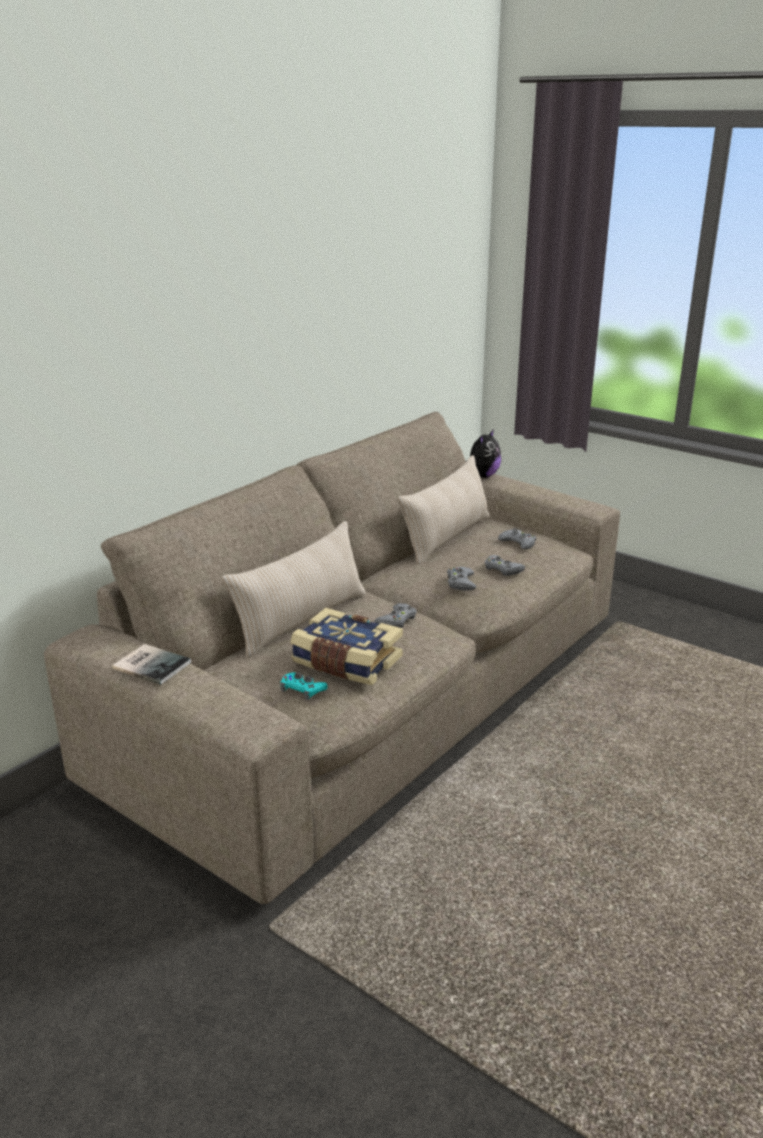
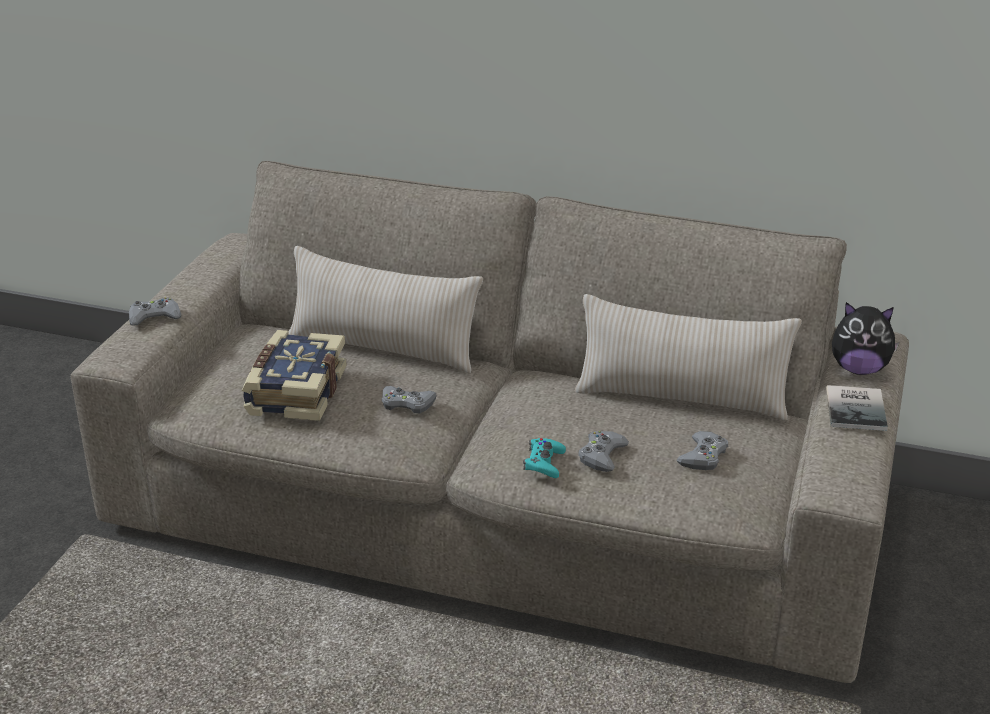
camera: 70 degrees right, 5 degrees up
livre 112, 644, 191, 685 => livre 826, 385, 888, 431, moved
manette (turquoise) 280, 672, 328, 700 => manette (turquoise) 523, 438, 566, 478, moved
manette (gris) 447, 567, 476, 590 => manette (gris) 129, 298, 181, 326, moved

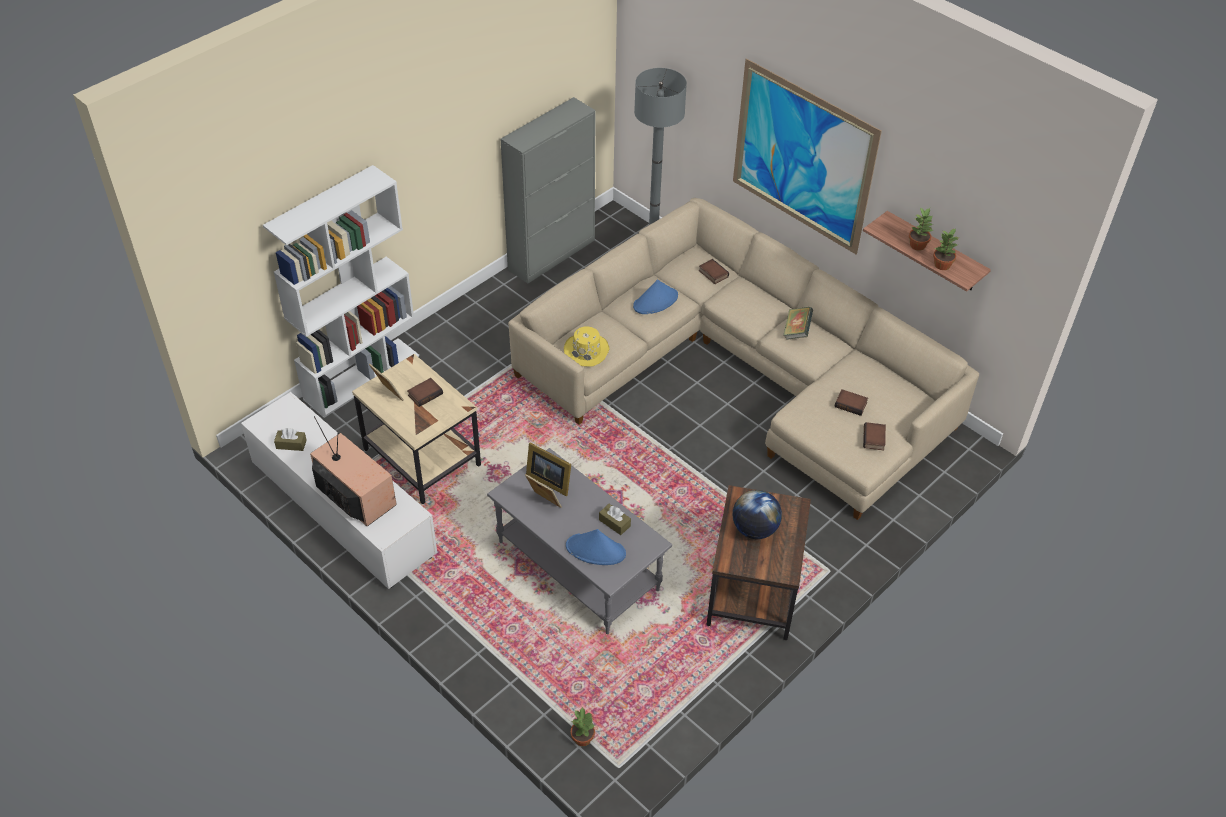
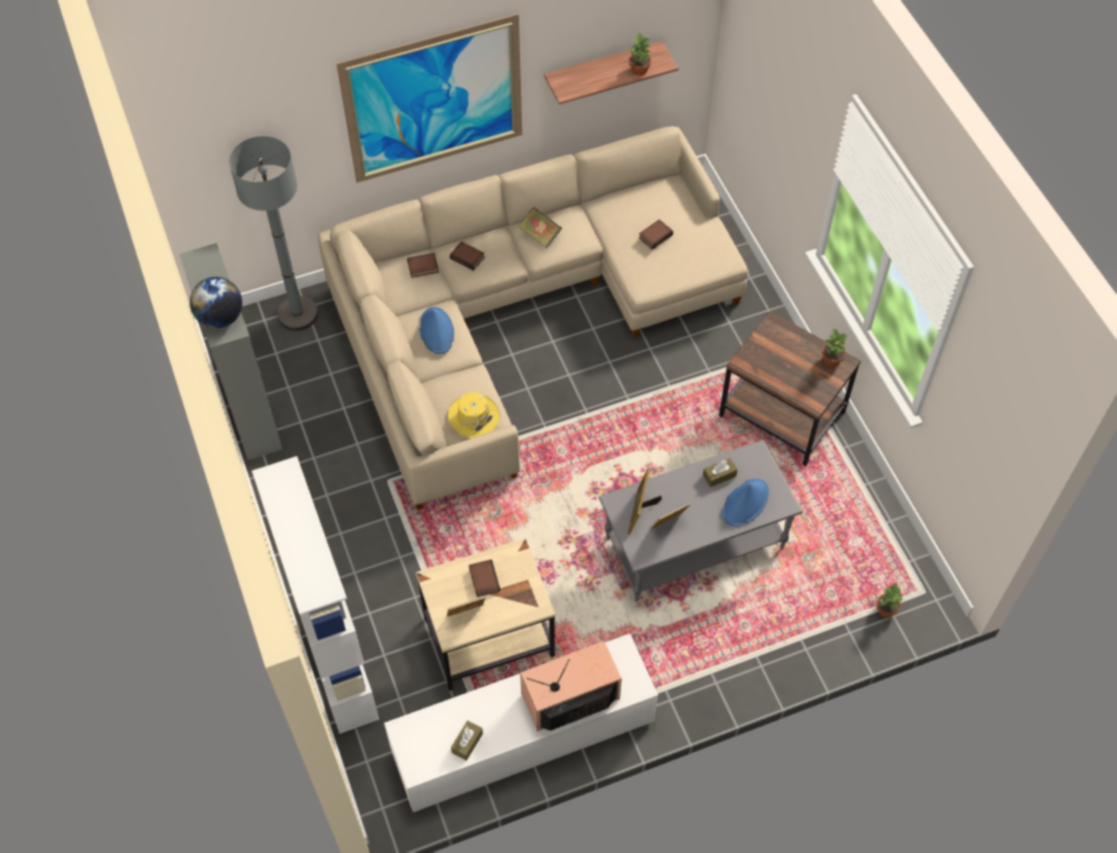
camera: 65 degrees left, 10 degrees up
cadre photo 526, 443, 571, 496 => cadre photo 628, 468, 662, 534, 135 degrees clockwise
globe 733, 490, 782, 539 => globe 190, 277, 242, 328, moved
livre 863, 422, 886, 450 => livre 450, 241, 485, 271, moved
plante en pot 909, 208, 934, 251 => plante en pot 822, 329, 847, 367, moved

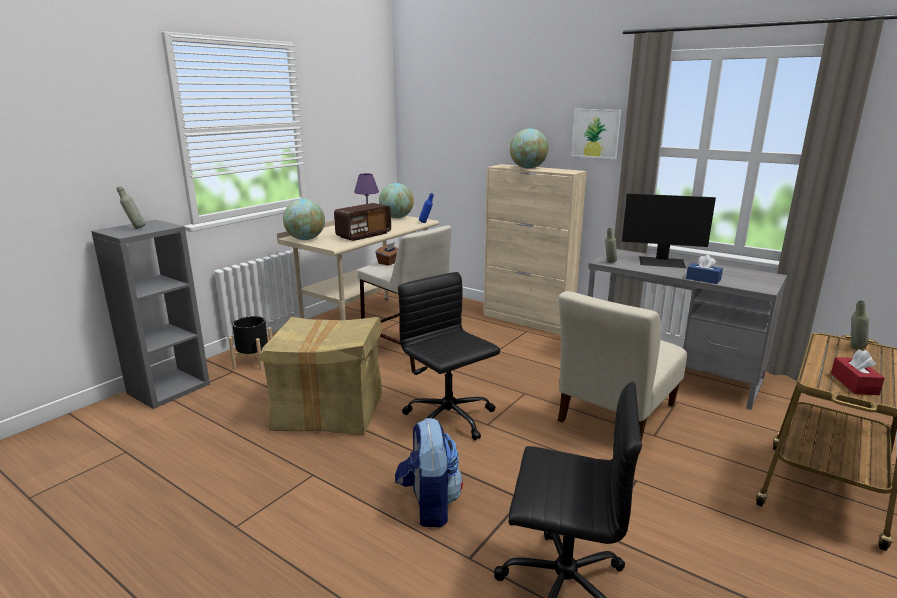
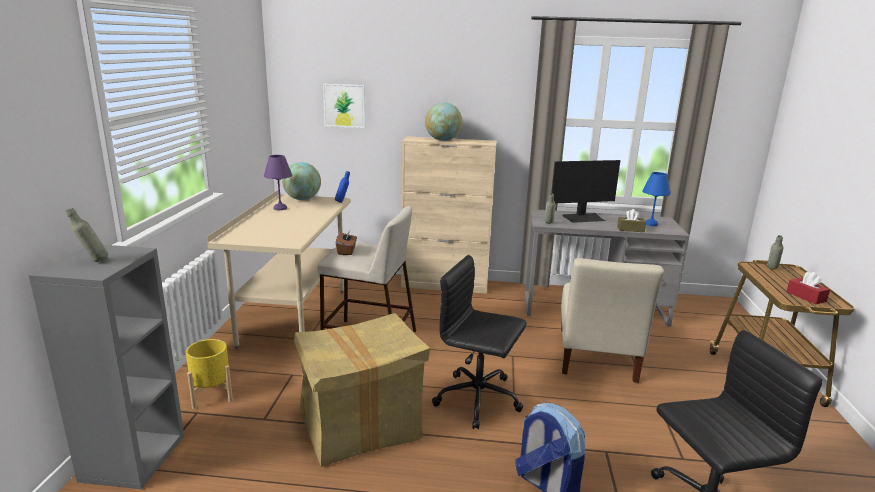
camera: 30 degrees left, 0 degrees up
cache-pot (noir) 229, 316, 272, 371 => cache-pot (jaune) 186, 339, 233, 409
globe 283, 199, 325, 240 => nothing
radio 334, 203, 391, 241 => nothing
tableau 571, 109, 621, 159 => tableau 323, 84, 365, 128, moved
boîte à mouchoirs (bleu) 686, 255, 723, 284 => boîte à mouchoirs (marron) 617, 209, 646, 232
nothing => lampe de table (bleu) 642, 172, 671, 226

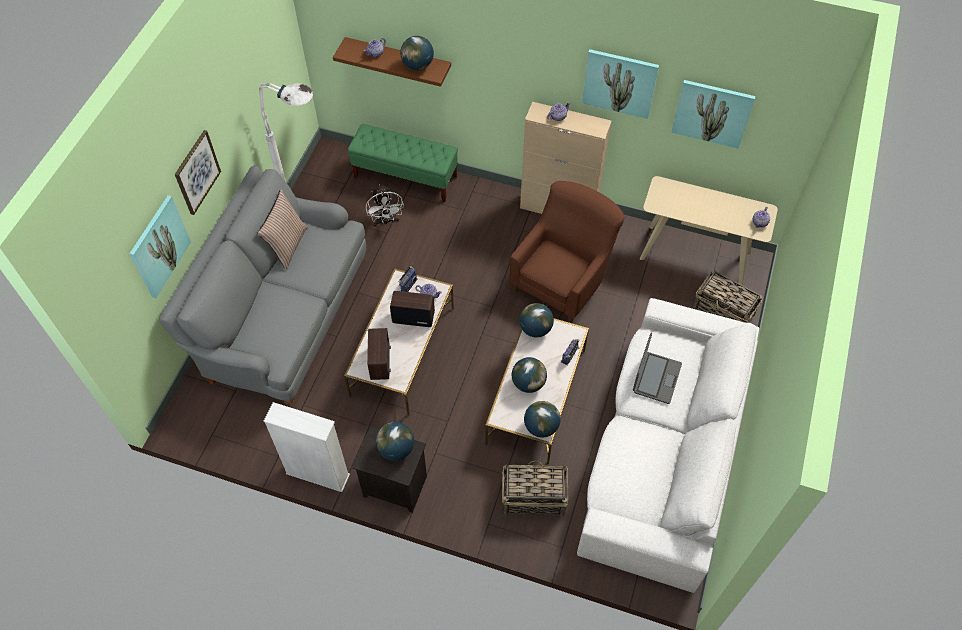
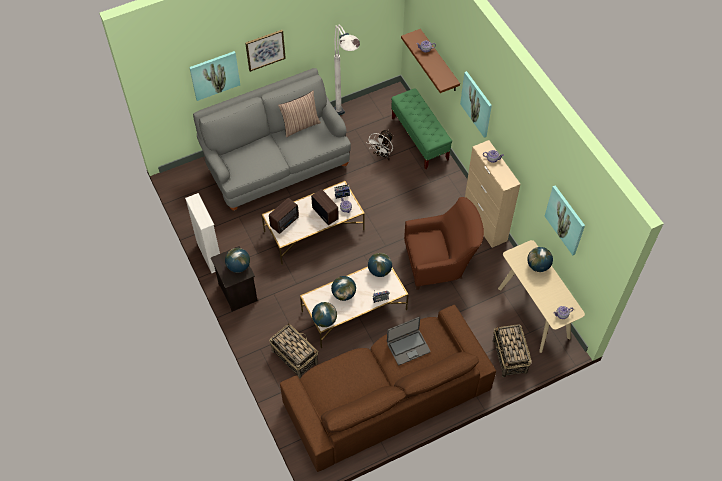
camera: 45 degrees right, 0 degrees up
globe 400, 36, 434, 70 => globe 527, 247, 553, 272, moved
canapé (blanc) 577, 298, 759, 593 => canapé (marron) 280, 305, 496, 472
tableau 582, 49, 659, 119 => tableau 460, 71, 492, 137, moved

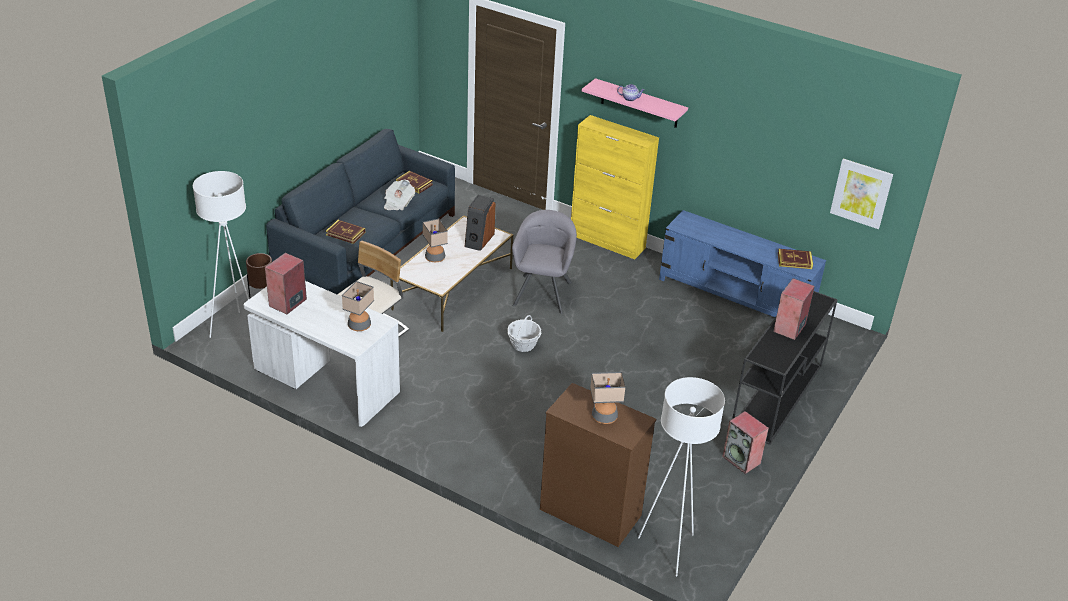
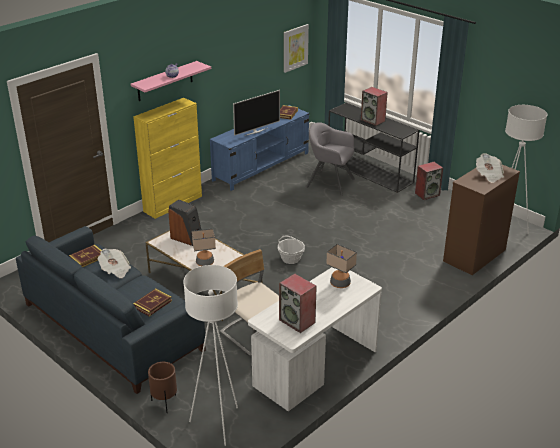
camera: 75 degrees left, 5 degrees down
fauteuil (gris) 512, 210, 577, 314 => fauteuil (gris) 305, 122, 355, 196, moved
lampe de table 590, 372, 626, 424 => journal 476, 153, 504, 183
nothing => téléviseur 233, 90, 280, 136

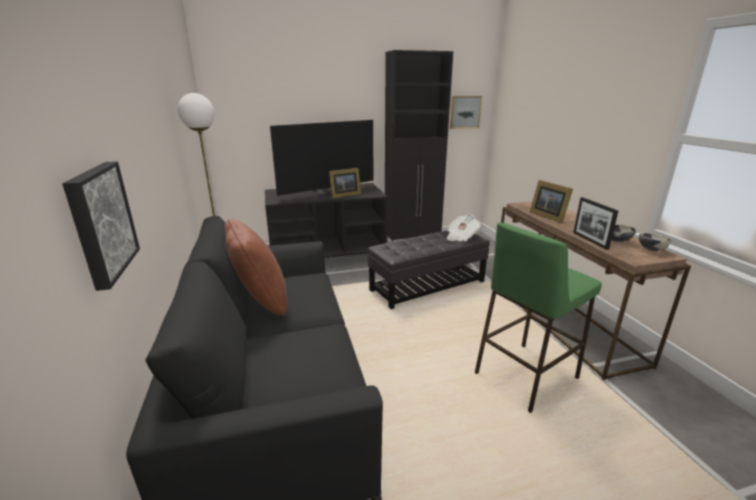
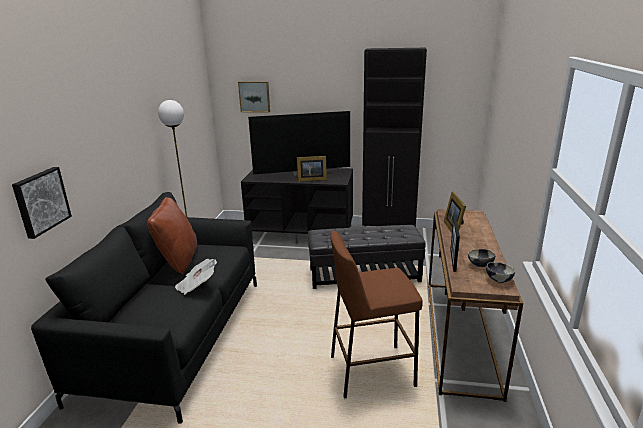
camera: 25 degrees right, 0 degrees up
journal 447, 215, 481, 241 => journal 175, 259, 217, 295, moved
tableau 450, 96, 482, 129 => tableau 238, 81, 270, 113, moved
tabouret (vert) 475, 223, 602, 413 => tabouret (marron) 331, 231, 423, 399

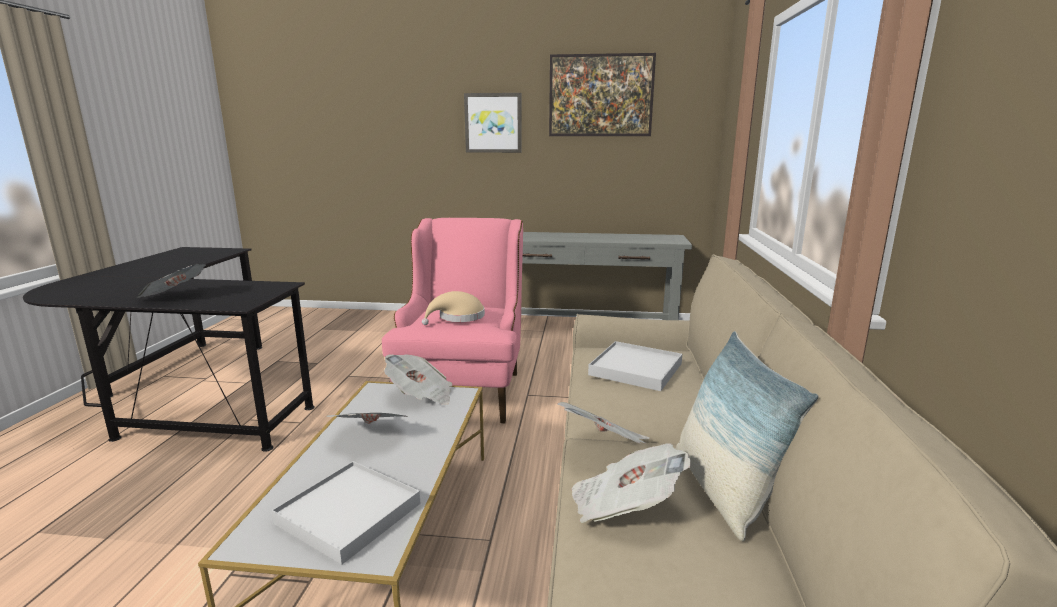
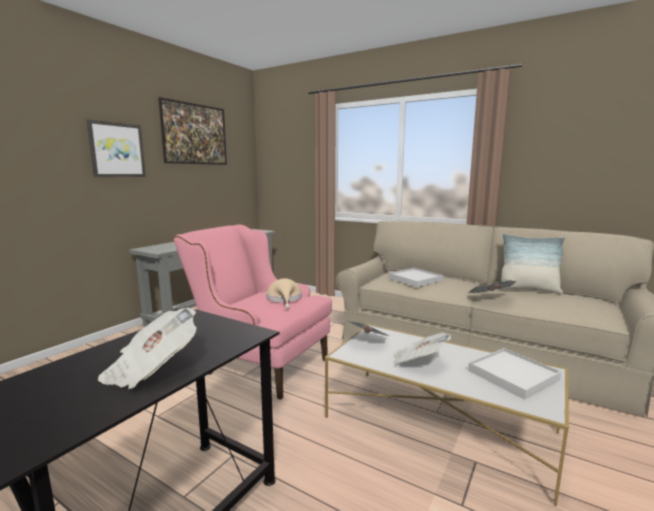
camera: 65 degrees left, 5 degrees down
journal 571, 443, 691, 523 => nothing

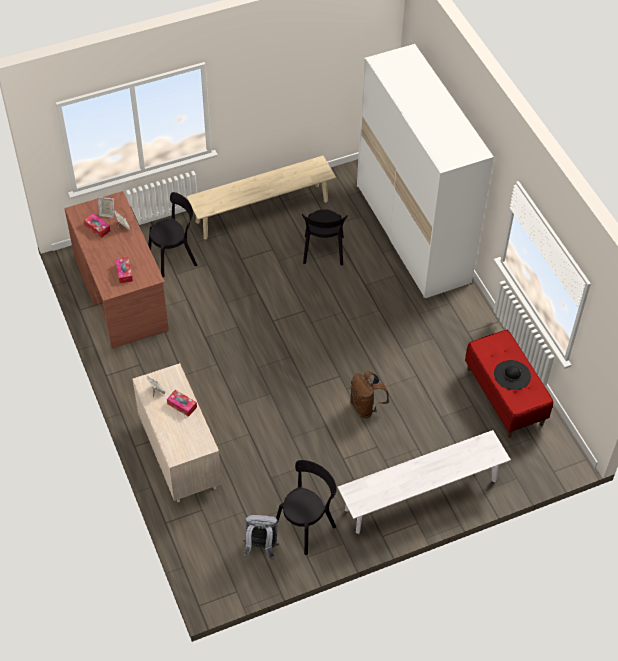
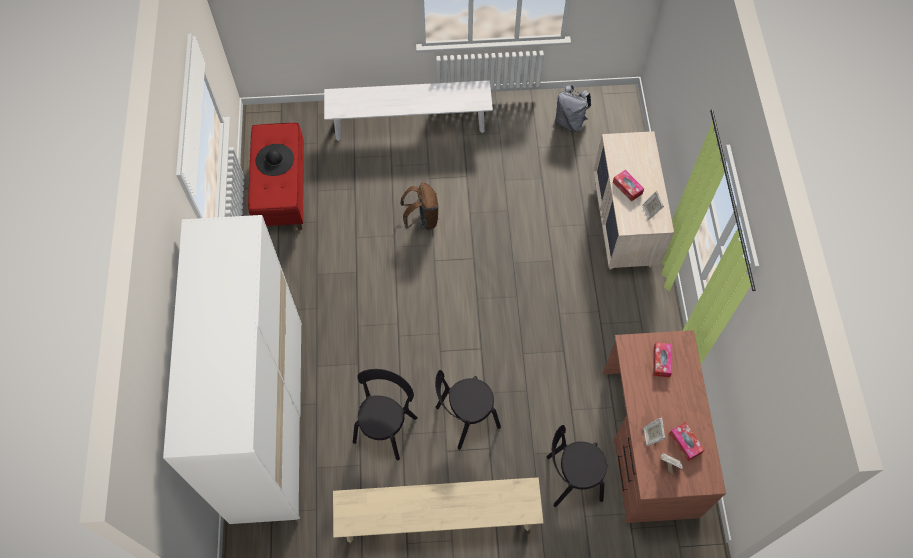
camera: 160 degrees left, 10 degrees up
chaise (noir) 276, 460, 337, 555 => chaise (noir) 435, 370, 501, 450, moved

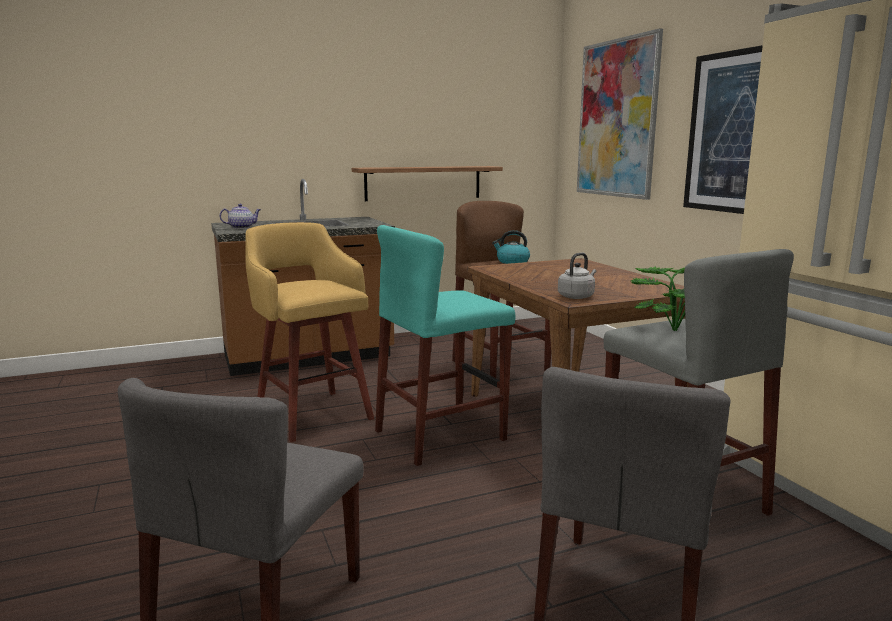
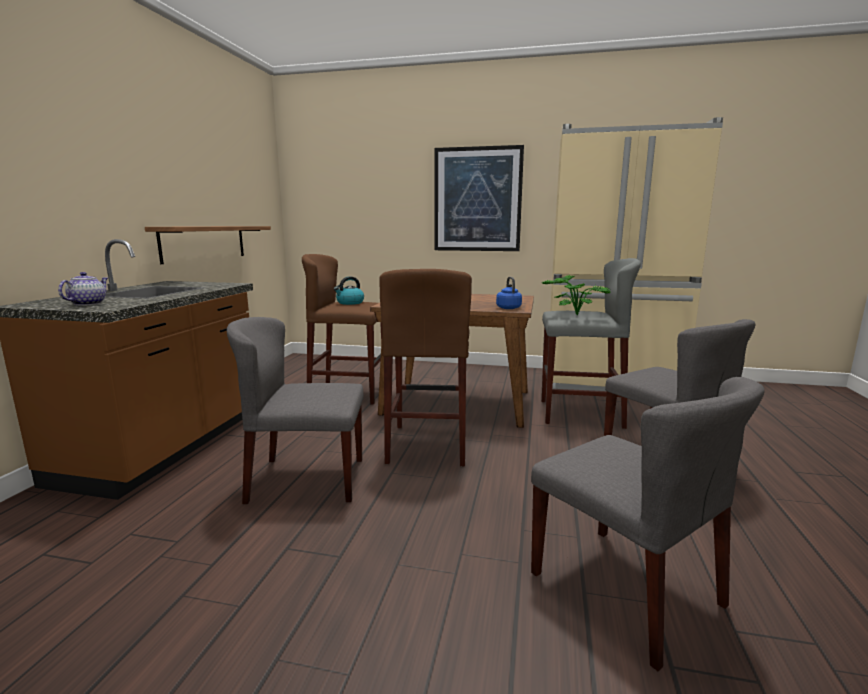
camera: 55 degrees left, 0 degrees up
tabouret (jaune) 245, 222, 374, 442 => chaise (gris) 227, 317, 364, 504
tabouret (turquoise) 375, 225, 515, 466 => tabouret (marron) 379, 269, 472, 466
bouilloire (gris) 558, 253, 596, 299 => bouilloire (bleu) 496, 277, 522, 309
tableau 577, 28, 663, 200 => nothing

